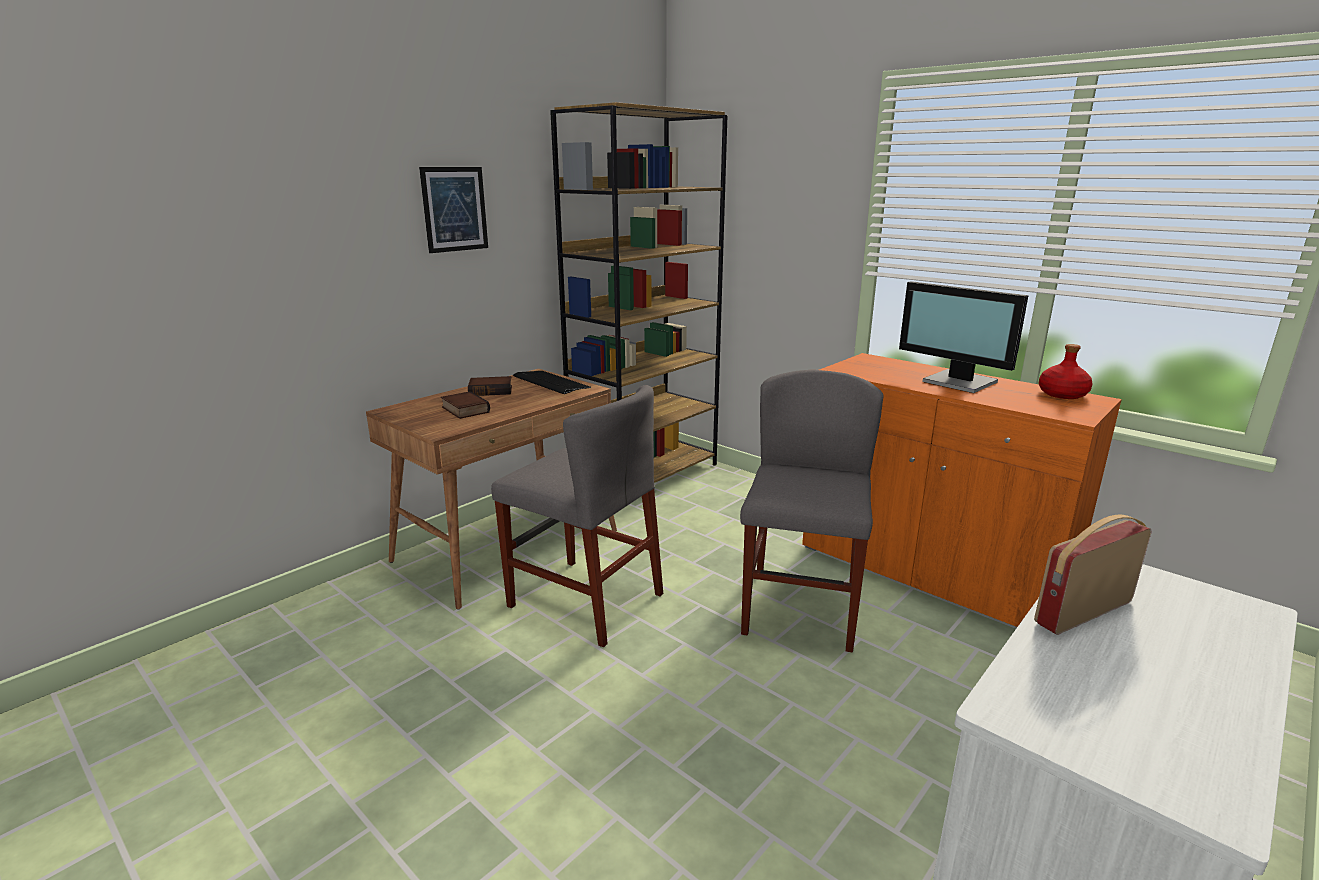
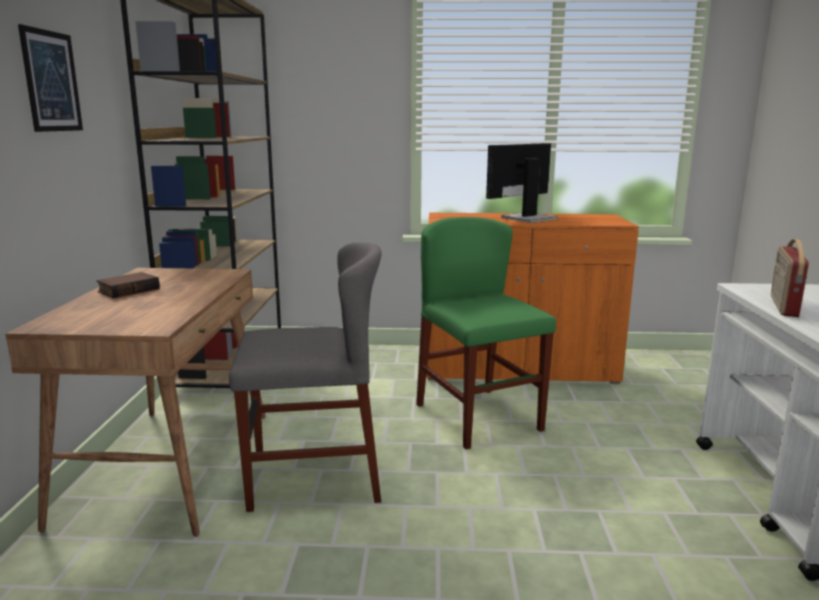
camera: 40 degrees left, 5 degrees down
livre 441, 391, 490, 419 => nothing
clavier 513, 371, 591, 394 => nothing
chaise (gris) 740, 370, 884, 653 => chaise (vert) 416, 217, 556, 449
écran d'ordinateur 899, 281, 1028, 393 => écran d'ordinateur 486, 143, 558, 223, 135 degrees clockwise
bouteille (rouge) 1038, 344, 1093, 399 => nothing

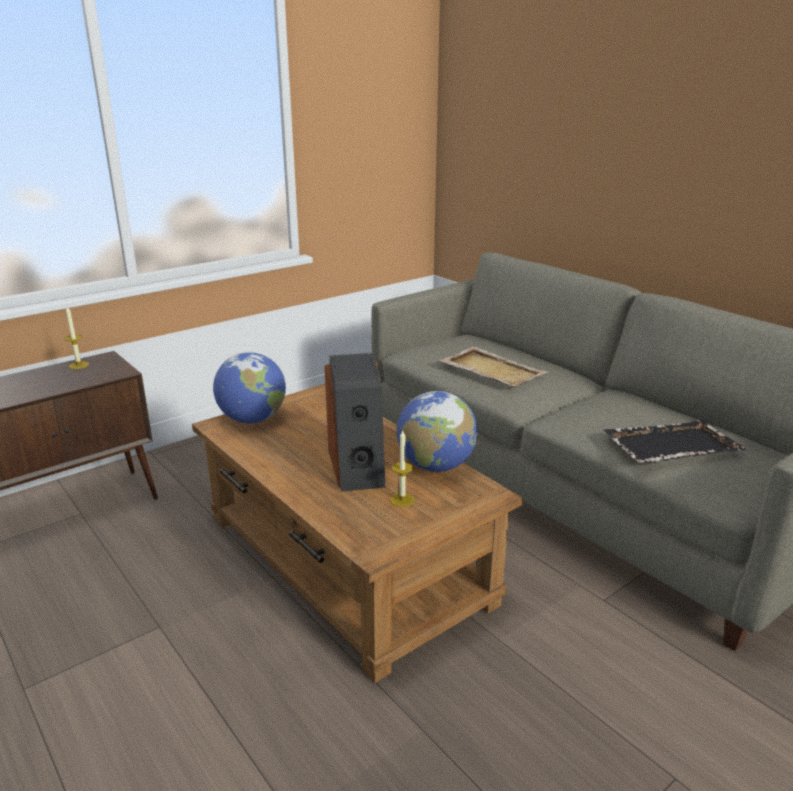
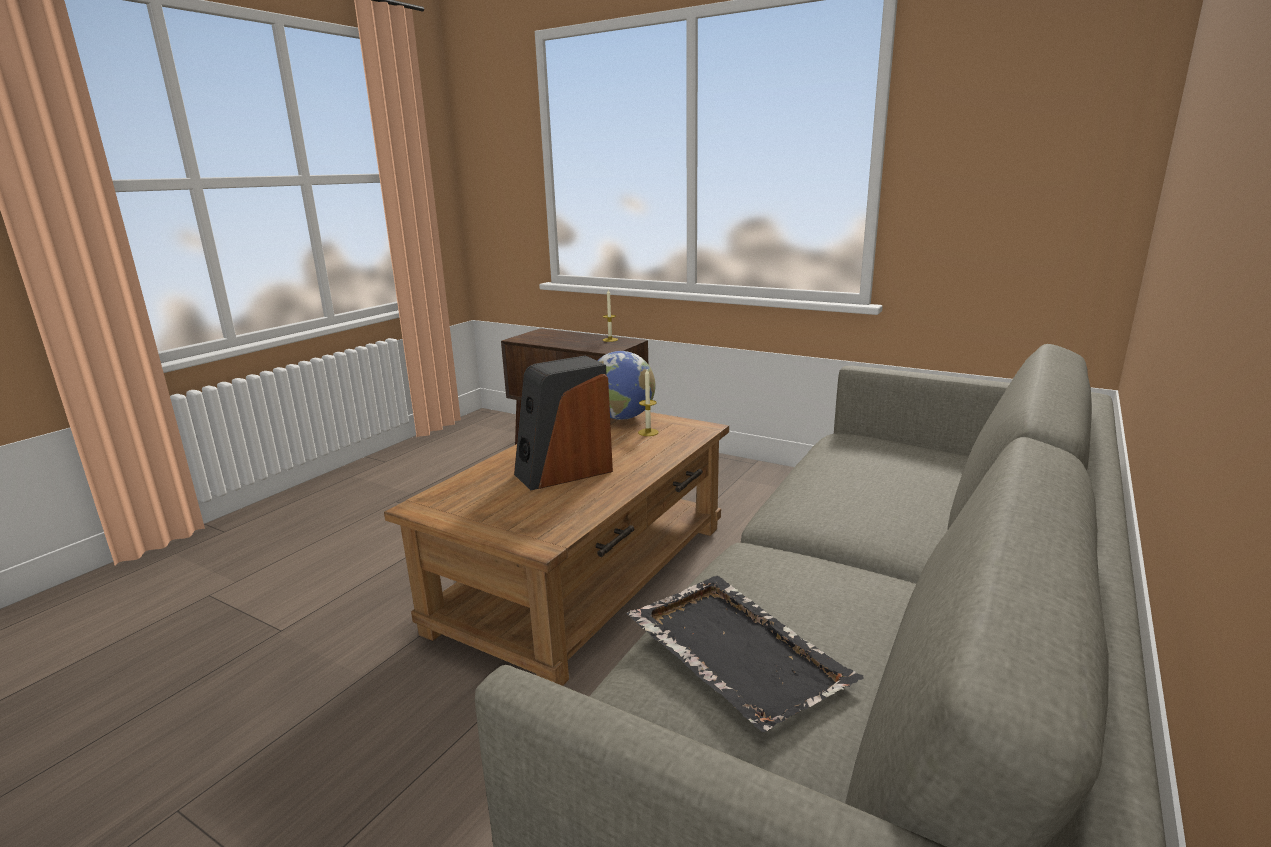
camera: 70 degrees right, 5 degrees down
bougie 390, 431, 415, 507 => bougie 638, 369, 659, 436, moved
globe 397, 391, 478, 472 => nothing
plateau (beige) 439, 347, 548, 388 => nothing

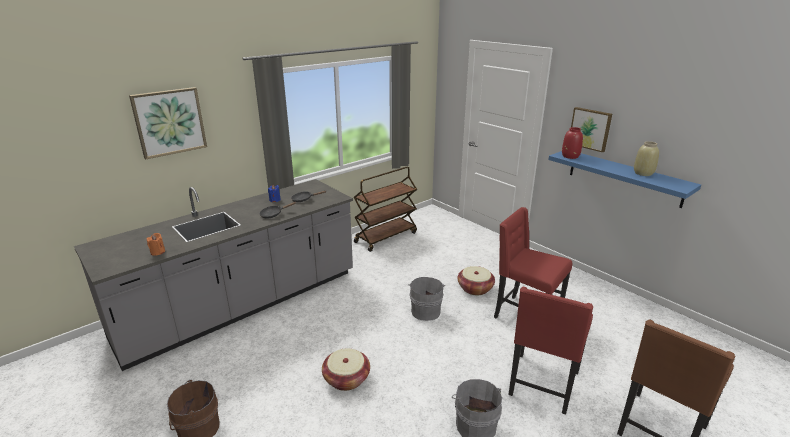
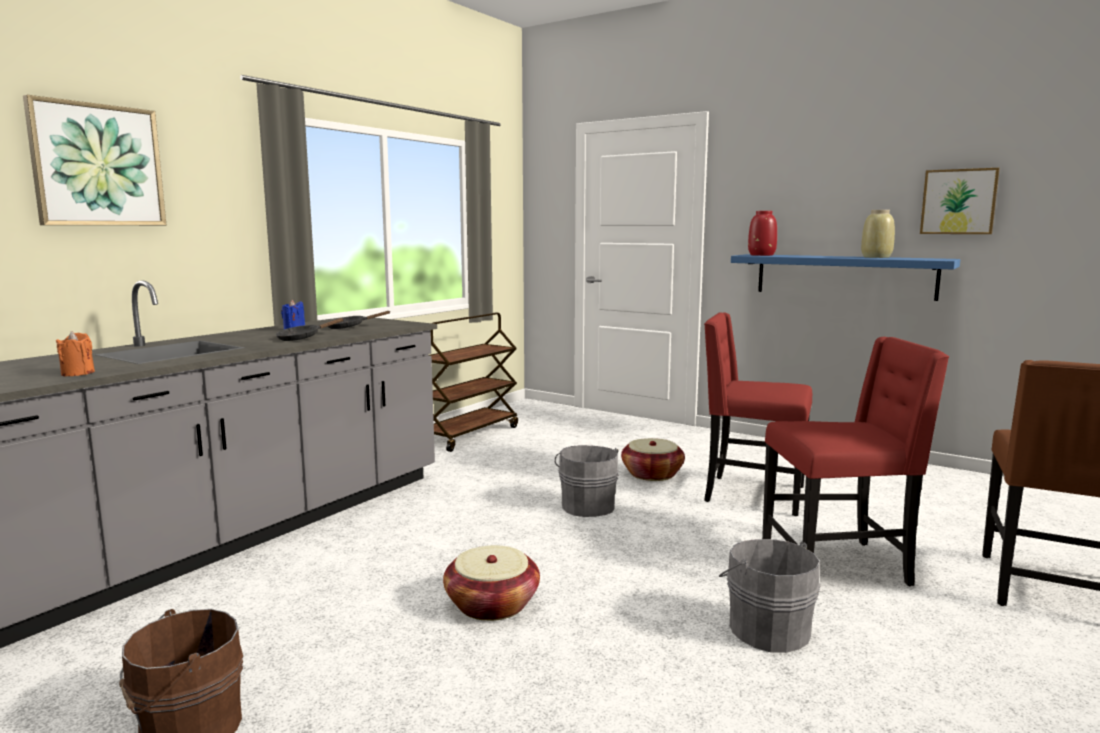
camera: 15 degrees left, 15 degrees down
chaise (rouge) 508, 287, 593, 414 => chaise (rouge) 762, 337, 949, 586, 105 degrees counterclockwise
tableau 571, 107, 612, 153 => tableau 920, 168, 1000, 234, moved

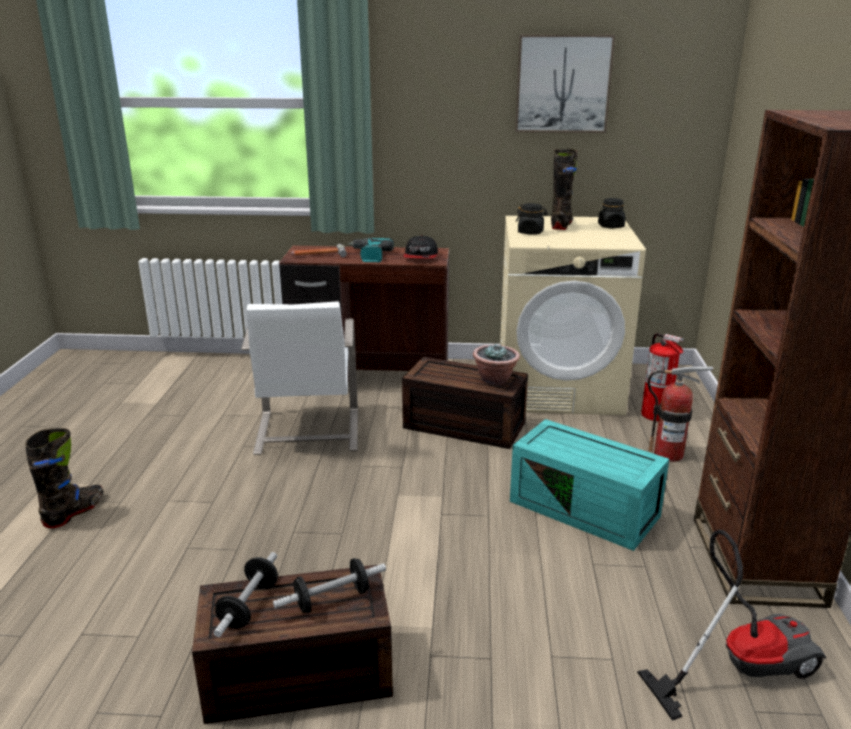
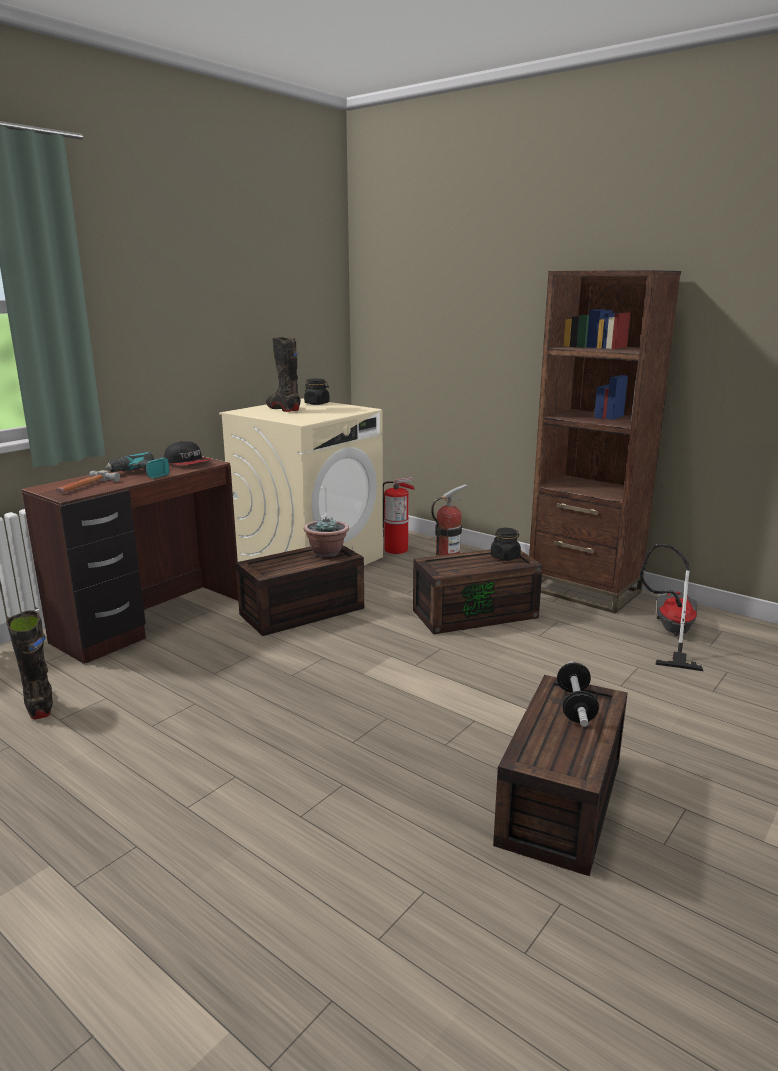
camera: 55 degrees left, 5 degrees down
botte (noir) 25, 428, 104, 528 => botte (noir) 6, 610, 53, 720, moved
haltère 213, 552, 278, 637 => nothing
chaise (blanc) 241, 301, 358, 455 => nothing
boîte de rangement (turquoise) 510, 419, 669, 551 => boîte de rangement (marron) 413, 549, 543, 634
tableau 515, 35, 615, 133 => nothing
bocal (noir) 516, 203, 548, 235 => bocal (noir) 491, 528, 521, 561, moved

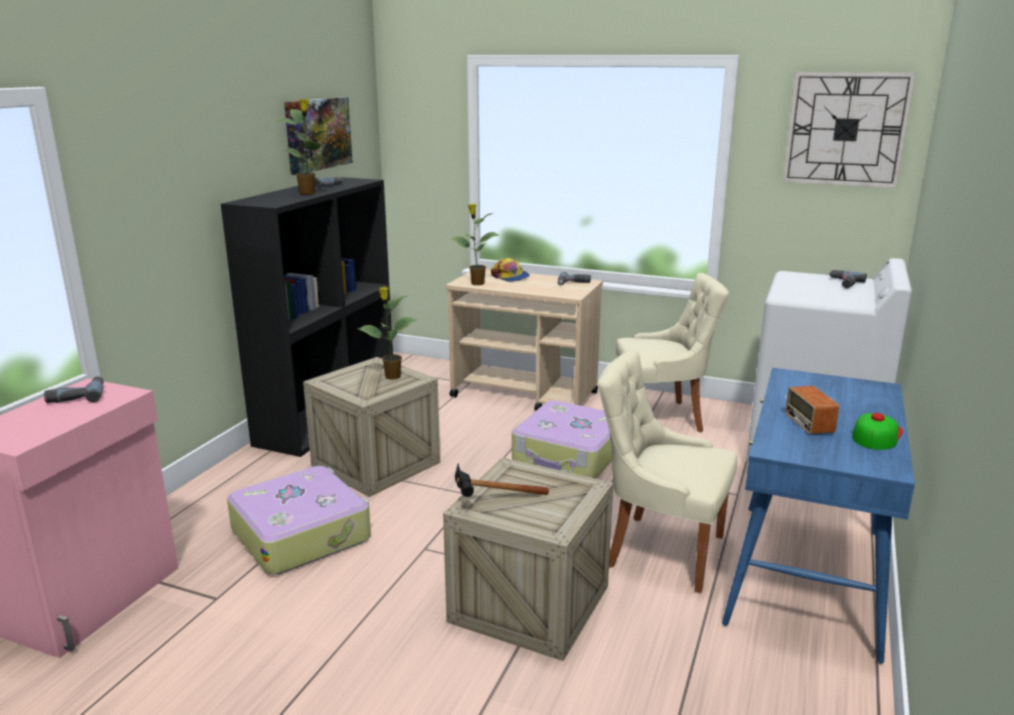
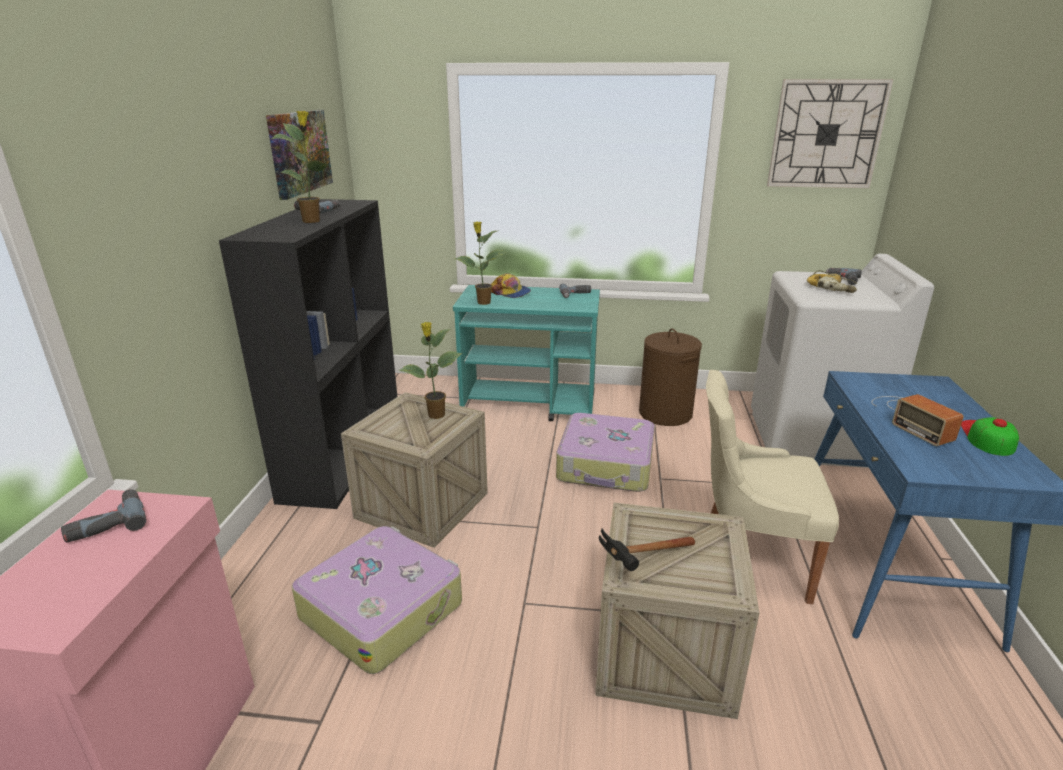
camera: 15 degrees left, 5 degrees up
chariot (beige) 446, 269, 603, 411 => chariot (turquoise) 453, 285, 600, 421
chaise (beige) 616, 273, 729, 432 => panier à linge (marron) 639, 329, 702, 426
nothing => perceuse 807, 270, 857, 293

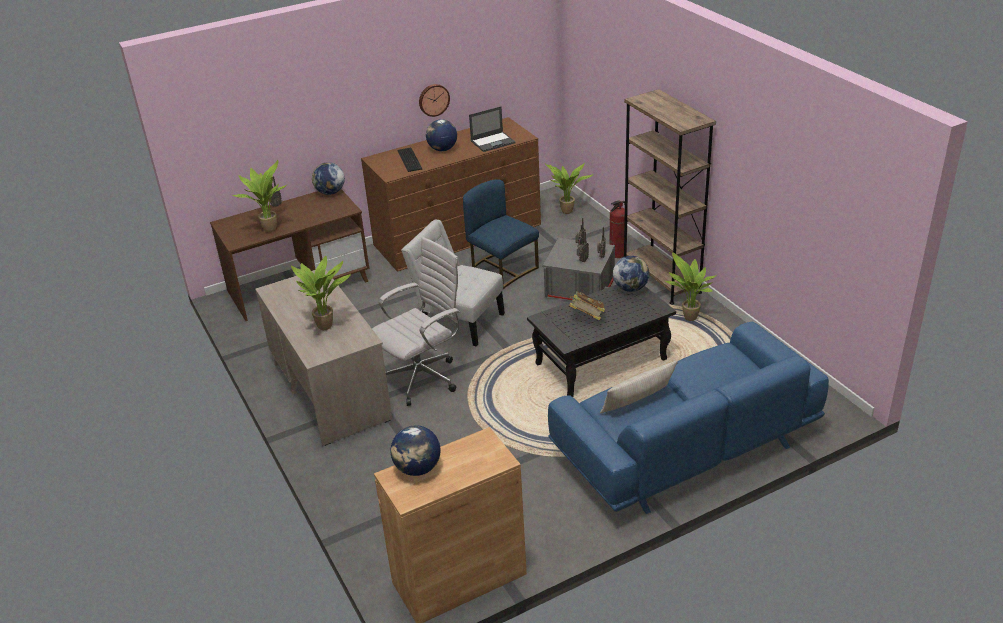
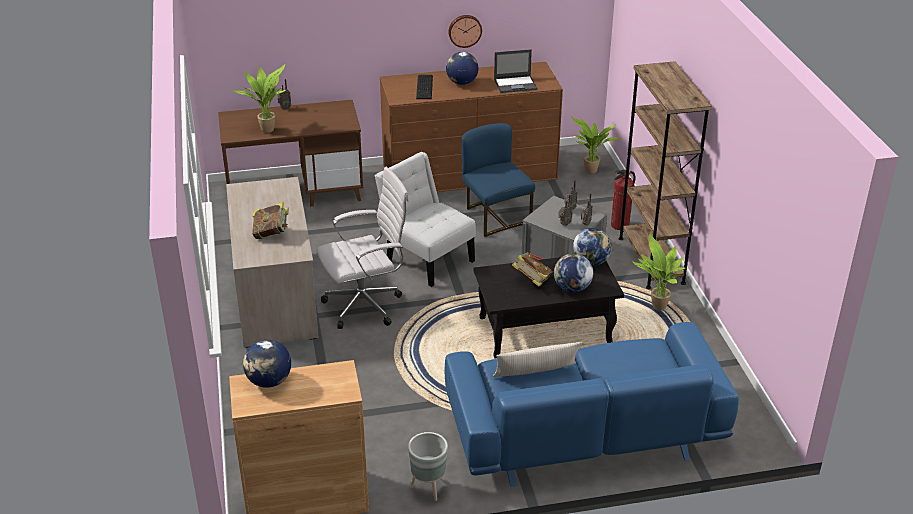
camera: 15 degrees right, 0 degrees up
plante en pot 291, 256, 351, 330 => livre 252, 202, 289, 239
globe 312, 162, 345, 195 => globe 554, 253, 593, 292, moved
nothing => cache-pot (gris) 408, 432, 448, 501

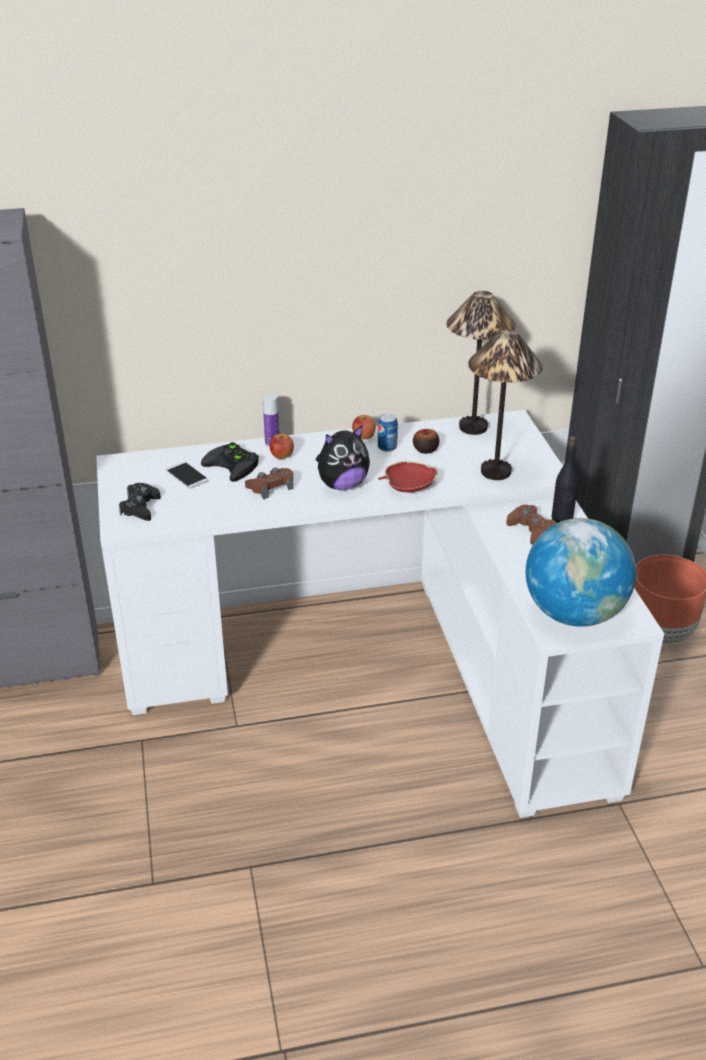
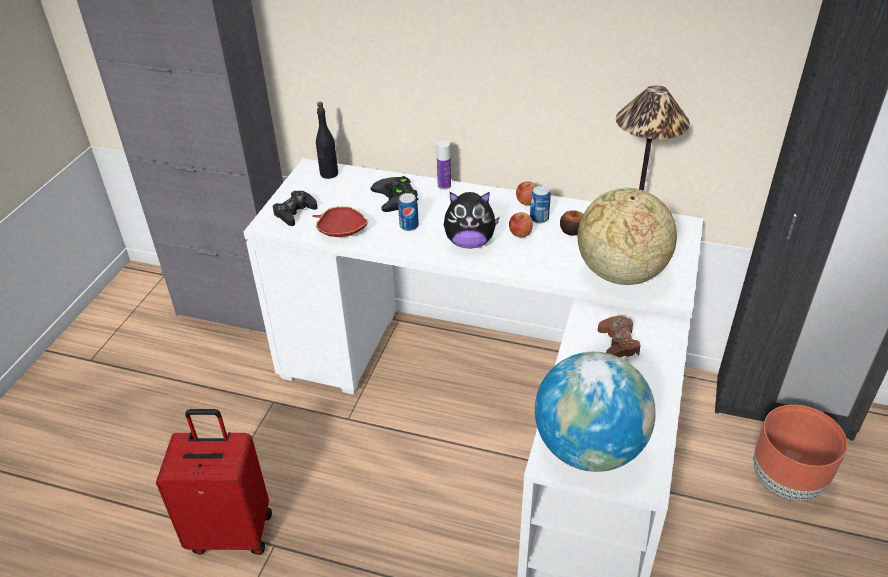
camera: 30 degrees right, 5 degrees up
téléphone 166, 462, 208, 488 => nothing
manette (marron) 245, 468, 294, 499 => boîte métallique 398, 193, 419, 231
pomme 269, 434, 294, 459 => pomme 509, 212, 533, 237, moved
bol (rouge) 378, 461, 438, 493 => bol (rouge) 312, 206, 368, 237, moved
lampe de table 468, 329, 543, 480 => globe 578, 188, 677, 285
bouteille (noir) 551, 436, 578, 523 => bouteille (noir) 316, 102, 338, 179, moved
nothing => valise (rouge) 156, 409, 272, 555

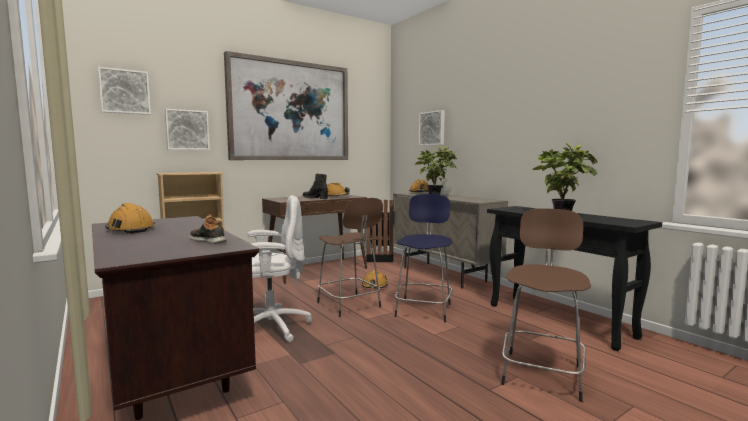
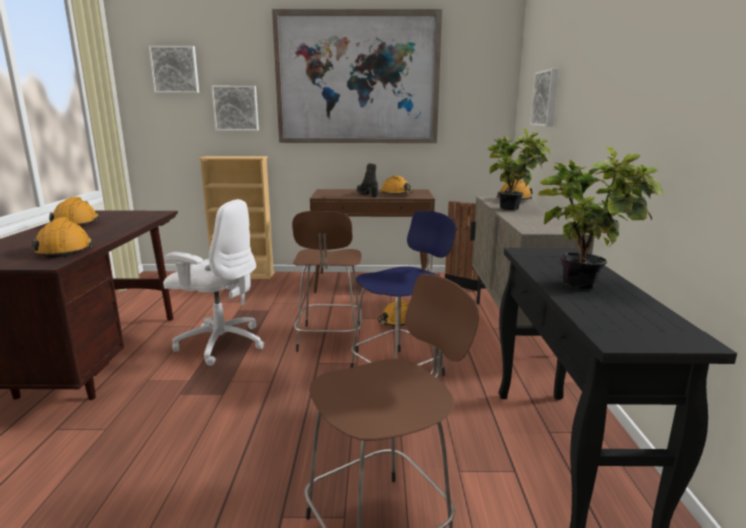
camera: 35 degrees right, 10 degrees up
chaussure 190, 214, 226, 244 => casque de chantier (orange) 31, 217, 93, 258

